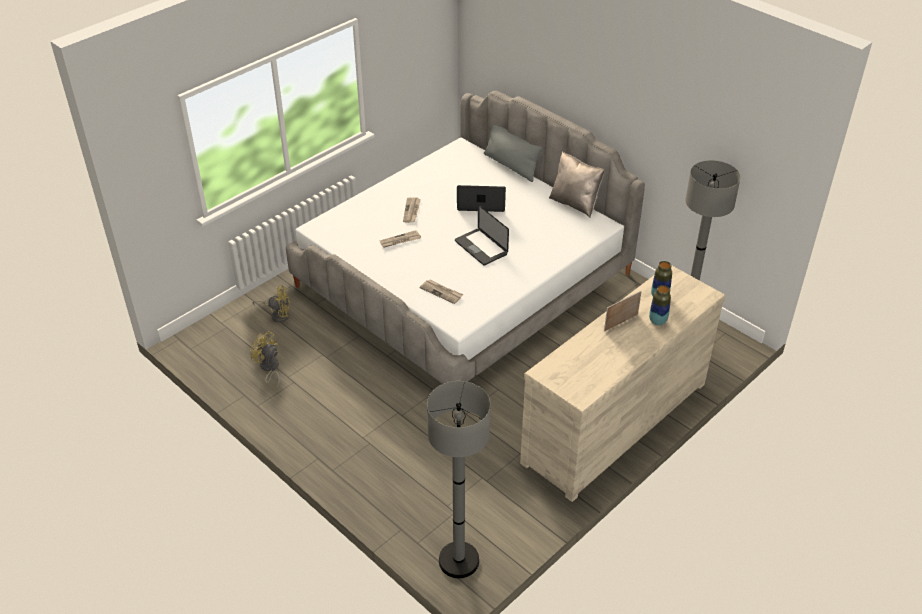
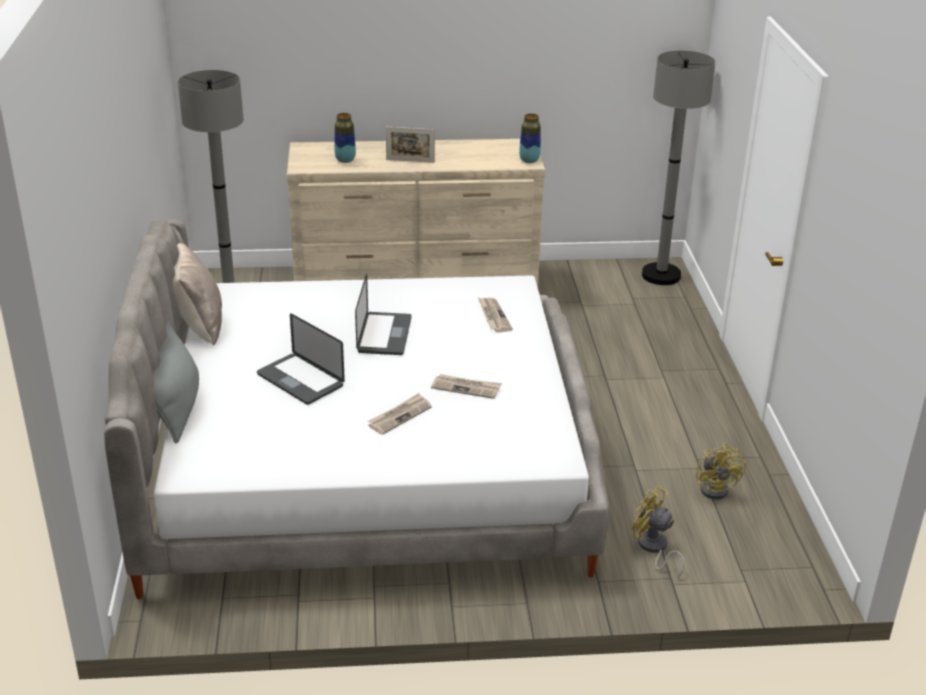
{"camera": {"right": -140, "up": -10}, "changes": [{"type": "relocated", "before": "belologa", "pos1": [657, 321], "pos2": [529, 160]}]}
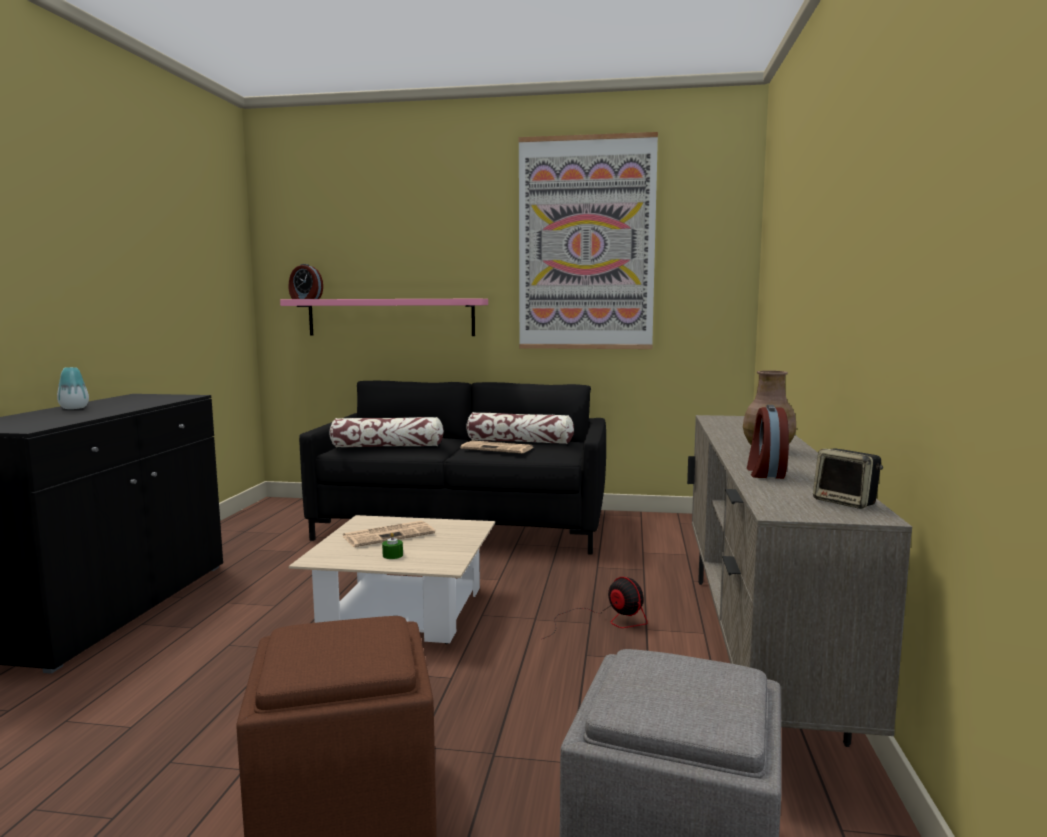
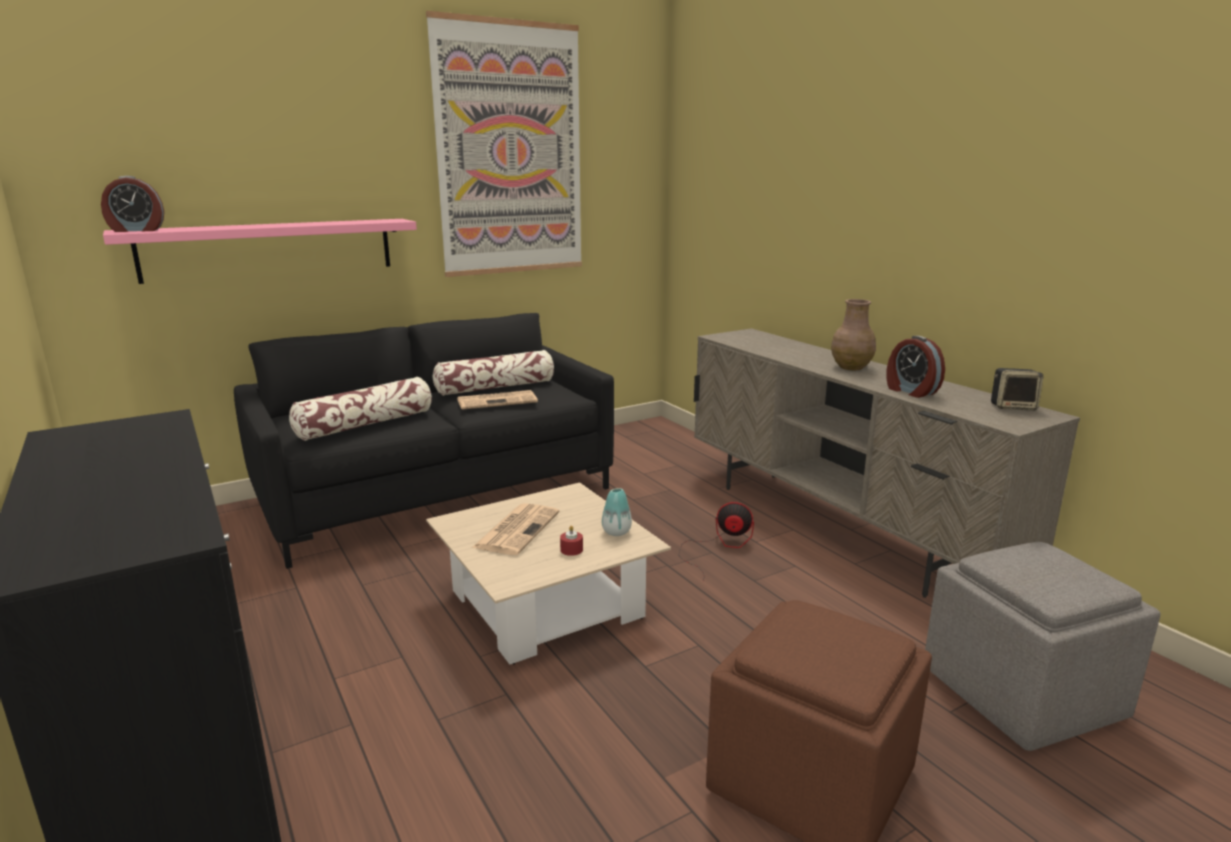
{"camera": {"right": -40, "up": 10}, "changes": [{"type": "relocated", "before": "belologa", "pos1": [74, 408], "pos2": [616, 532]}, {"type": "colour", "before": "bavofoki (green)", "after": "bavofoki (red)", "pos1": [392, 555], "pos2": [571, 550]}]}
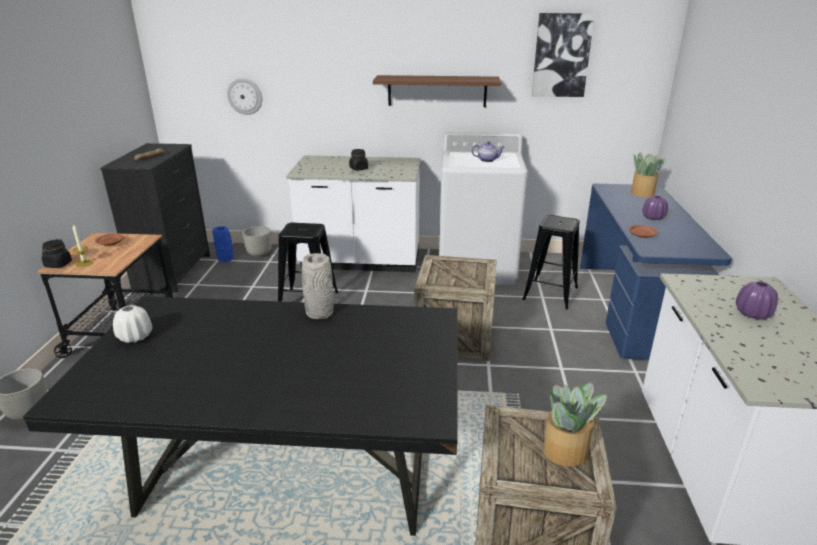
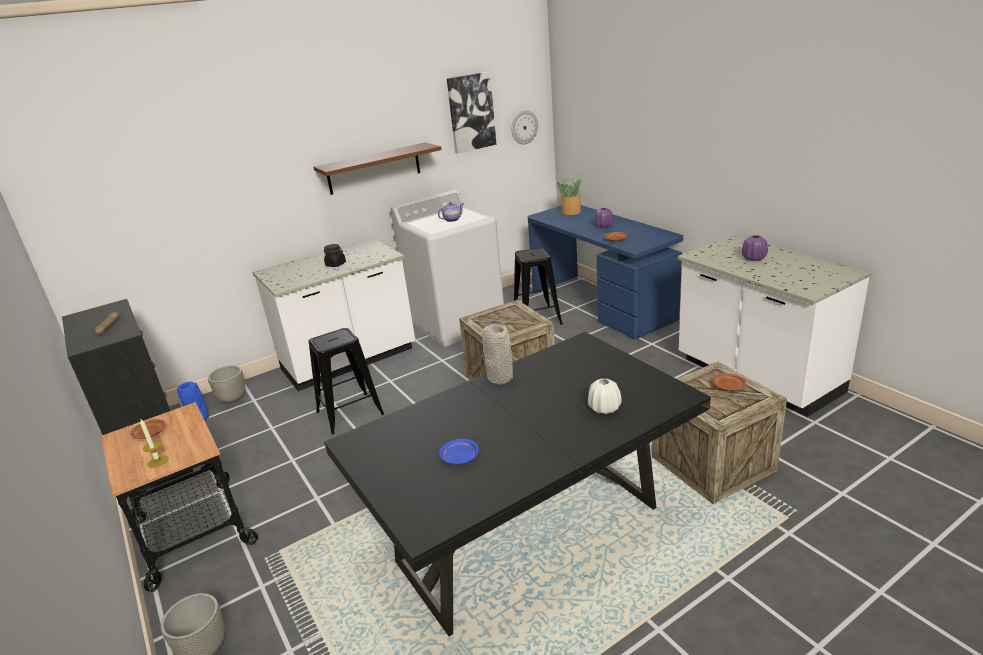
{"camera": {"right": -35, "up": 0}, "changes": [{"type": "missing", "before": "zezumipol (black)", "pos1": [58, 264]}, {"type": "appeared", "after": "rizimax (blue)", "pos2": [459, 458]}, {"type": "relocated", "before": "belologa (white)", "pos1": [135, 337], "pos2": [604, 408]}, {"type": "relocated", "before": "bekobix", "pos1": [245, 96], "pos2": [524, 127]}, {"type": "exchanged", "before": "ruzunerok", "after": "rizimax (brown)", "pos1": [566, 451], "pos2": [729, 387]}]}
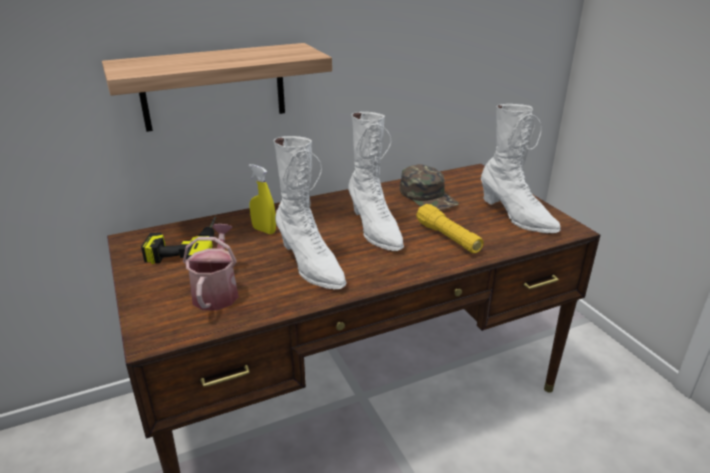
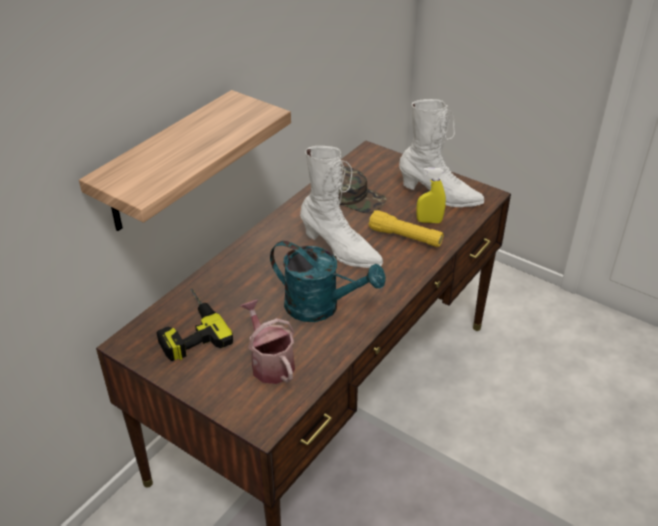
{"camera": {"right": -30, "up": 10}, "changes": [{"type": "relocated", "before": "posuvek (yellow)", "pos1": [264, 230], "pos2": [429, 221]}, {"type": "exchanged", "before": "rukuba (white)", "after": "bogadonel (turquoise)", "pos1": [310, 266], "pos2": [321, 307]}]}
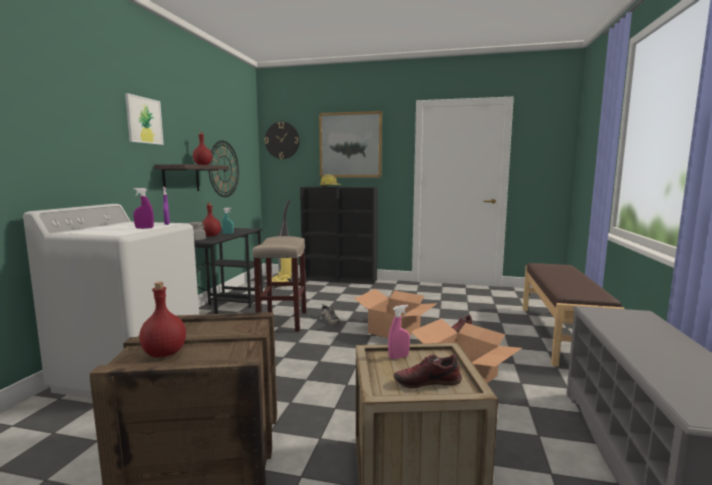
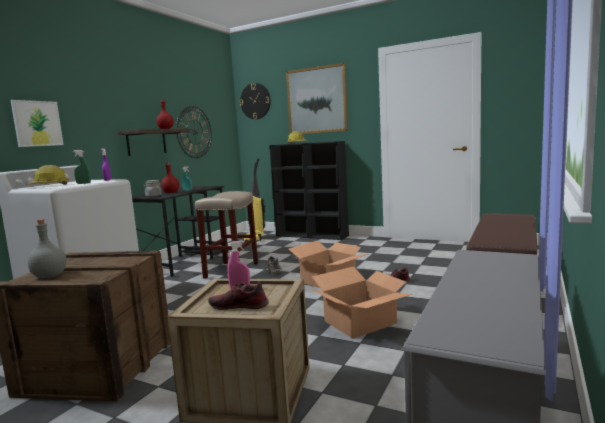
{"camera": {"right": 15, "up": 0}, "changes": [{"type": "appeared", "after": "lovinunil", "pos2": [49, 185]}, {"type": "relocated", "before": "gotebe", "pos1": [144, 120], "pos2": [37, 123]}, {"type": "colour", "before": "posuvek (purple)", "after": "posuvek (green)", "pos1": [144, 228], "pos2": [83, 183]}, {"type": "colour", "before": "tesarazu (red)", "after": "tesarazu (grey)", "pos1": [164, 354], "pos2": [49, 276]}]}
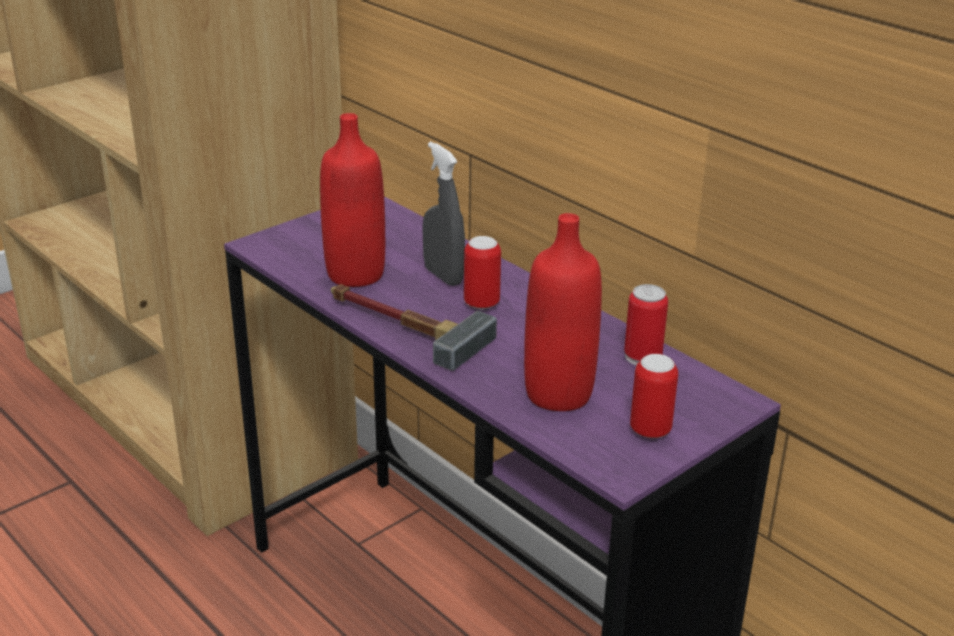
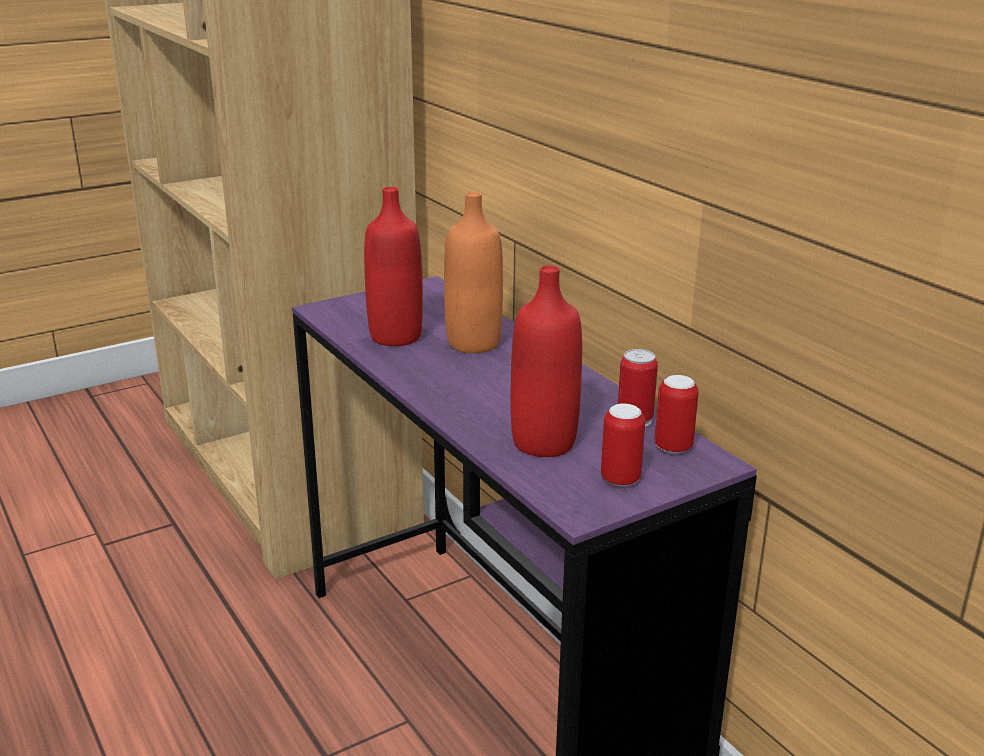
{"camera": {"right": 10, "up": -5}, "changes": [{"type": "missing", "before": "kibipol", "pos1": [401, 326]}, {"type": "relocated", "before": "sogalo", "pos1": [481, 303], "pos2": [673, 447]}, {"type": "exchanged", "before": "posuvek (grey)", "after": "tesarazu (orange)", "pos1": [443, 276], "pos2": [473, 343]}]}
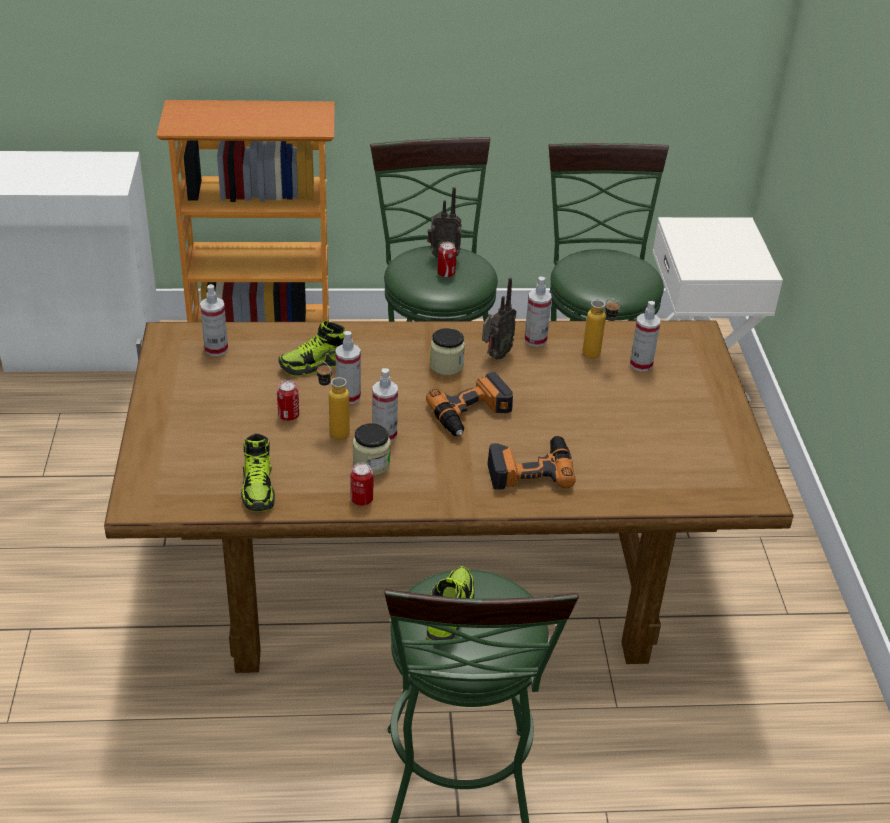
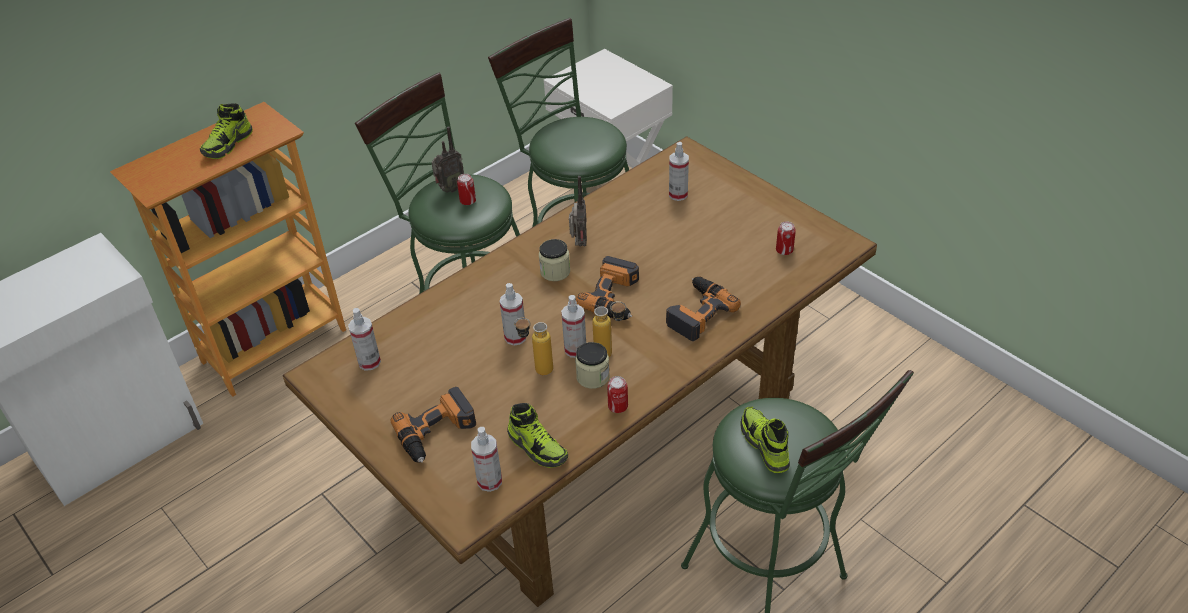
{"camera": {"right": -35, "up": 5}, "changes": [{"type": "appeared", "after": "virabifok", "pos2": [437, 432]}, {"type": "relocated", "before": "sogalo", "pos1": [288, 415], "pos2": [784, 250]}, {"type": "relocated", "before": "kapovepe", "pos1": [316, 365], "pos2": [228, 144]}, {"type": "relocated", "before": "posuvek", "pos1": [535, 340], "pos2": [489, 481]}, {"type": "relocated", "before": "tesarazu", "pos1": [597, 357], "pos2": [610, 354]}]}
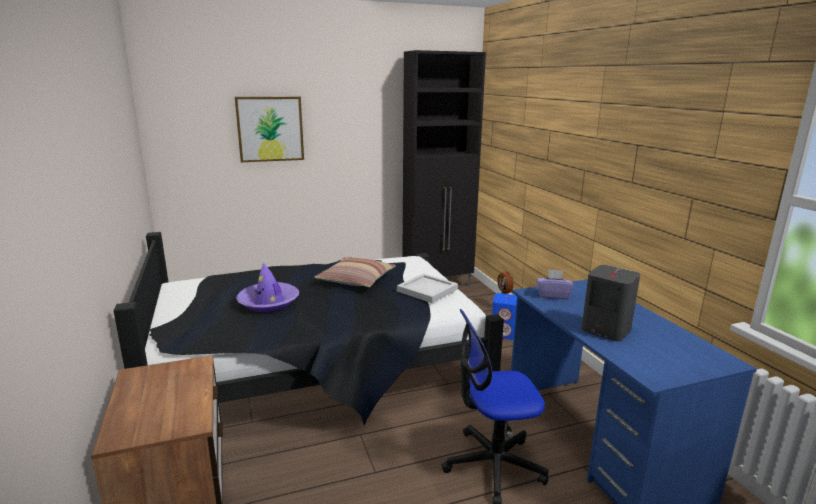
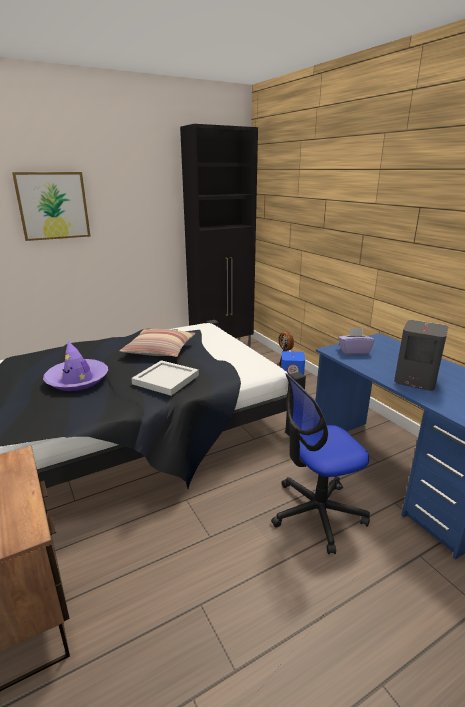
{"camera": {"right": -10, "up": 5}, "changes": [{"type": "relocated", "before": "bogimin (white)", "pos1": [427, 289], "pos2": [166, 379]}]}
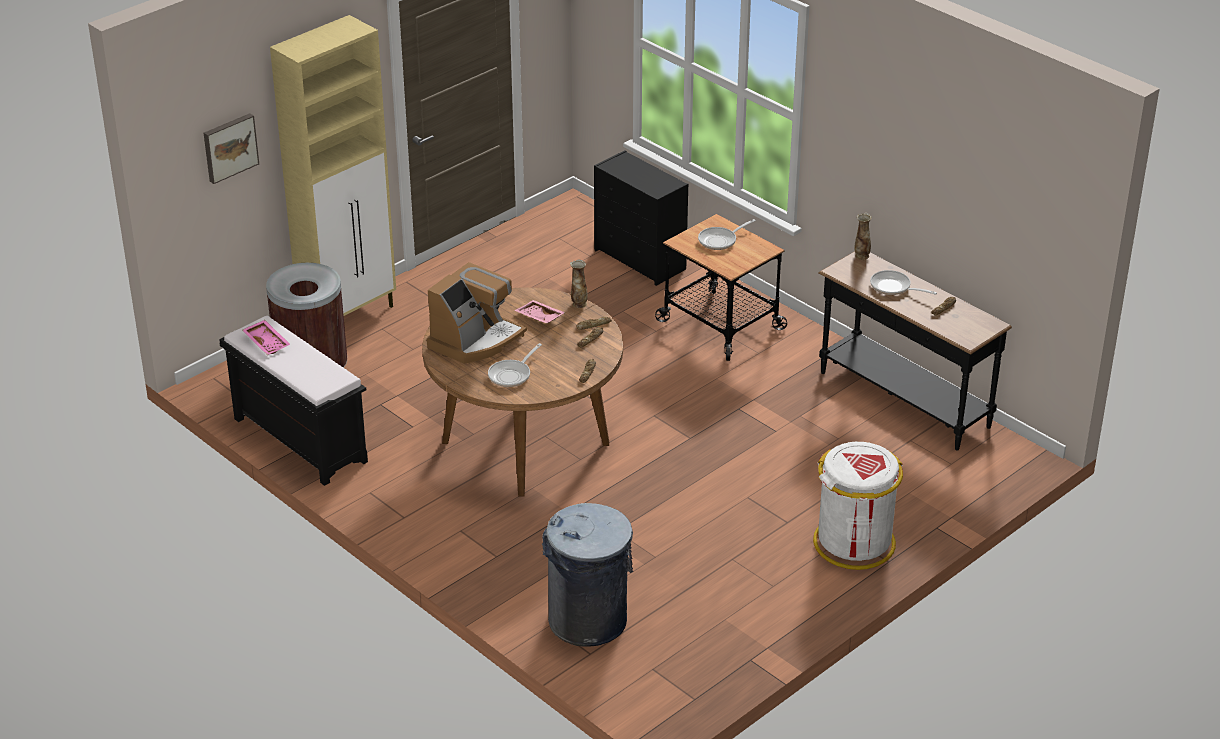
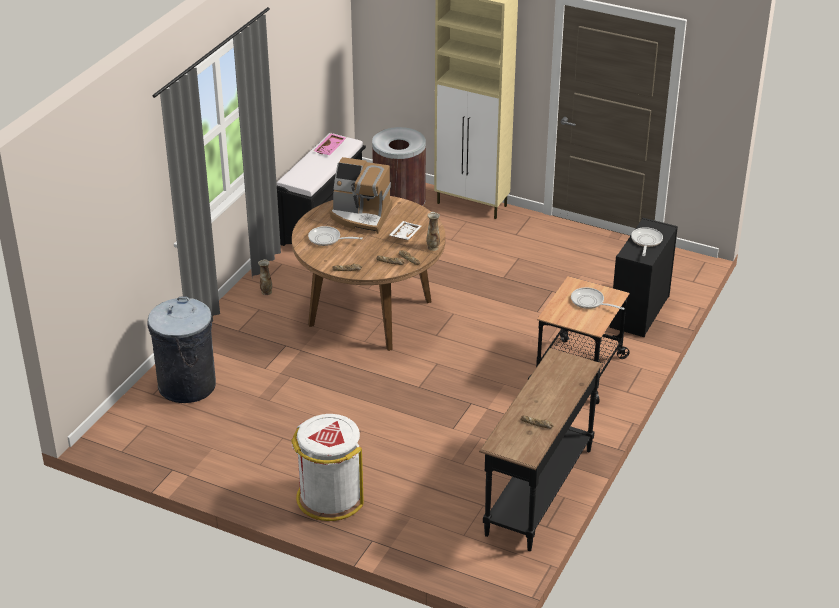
{"camera": {"right": 70, "up": 0}, "changes": [{"type": "missing", "before": "gotebe", "pos1": [229, 147]}, {"type": "relocated", "before": "belologa", "pos1": [861, 256], "pos2": [266, 292]}, {"type": "relocated", "before": "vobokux", "pos1": [893, 287], "pos2": [646, 241]}, {"type": "colour", "before": "bogimin (pink)", "after": "bogimin (white)", "pos1": [539, 317], "pos2": [404, 234]}]}
